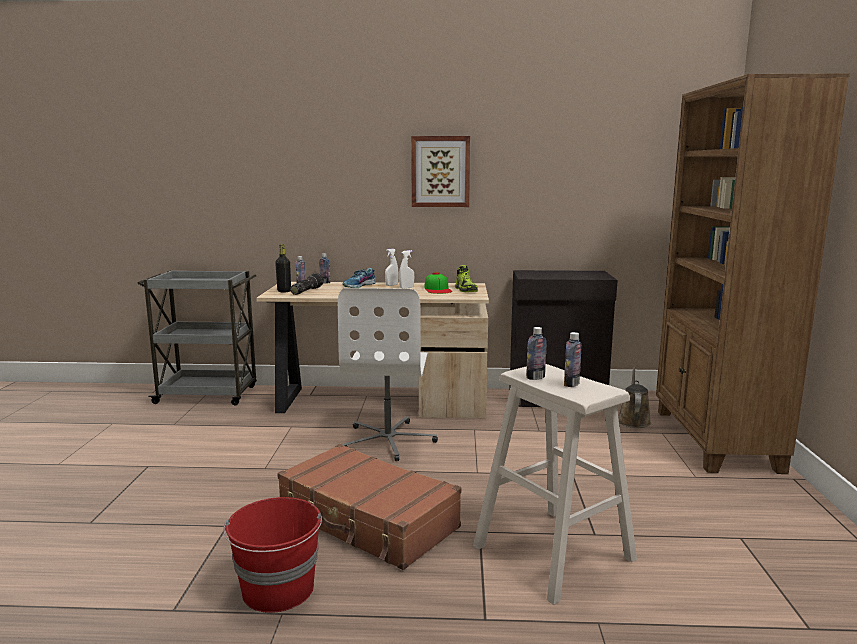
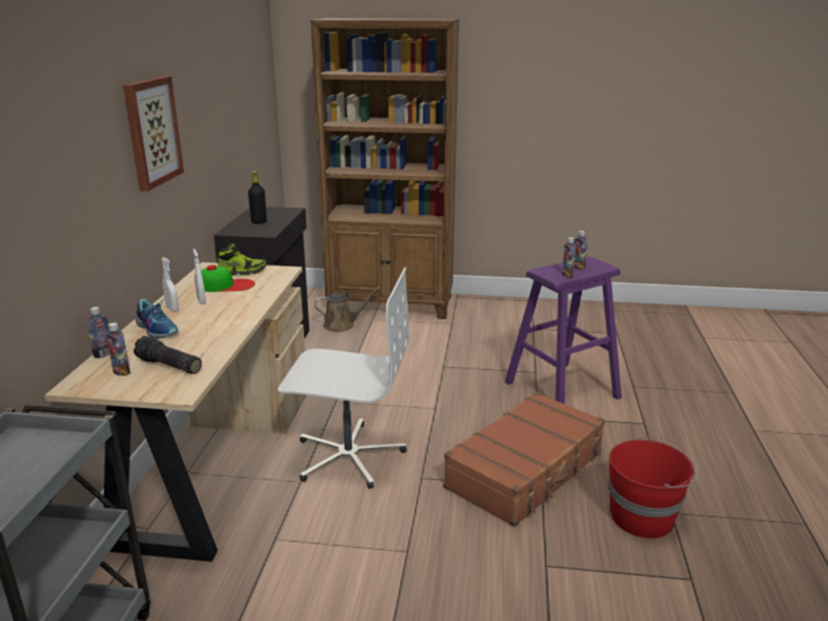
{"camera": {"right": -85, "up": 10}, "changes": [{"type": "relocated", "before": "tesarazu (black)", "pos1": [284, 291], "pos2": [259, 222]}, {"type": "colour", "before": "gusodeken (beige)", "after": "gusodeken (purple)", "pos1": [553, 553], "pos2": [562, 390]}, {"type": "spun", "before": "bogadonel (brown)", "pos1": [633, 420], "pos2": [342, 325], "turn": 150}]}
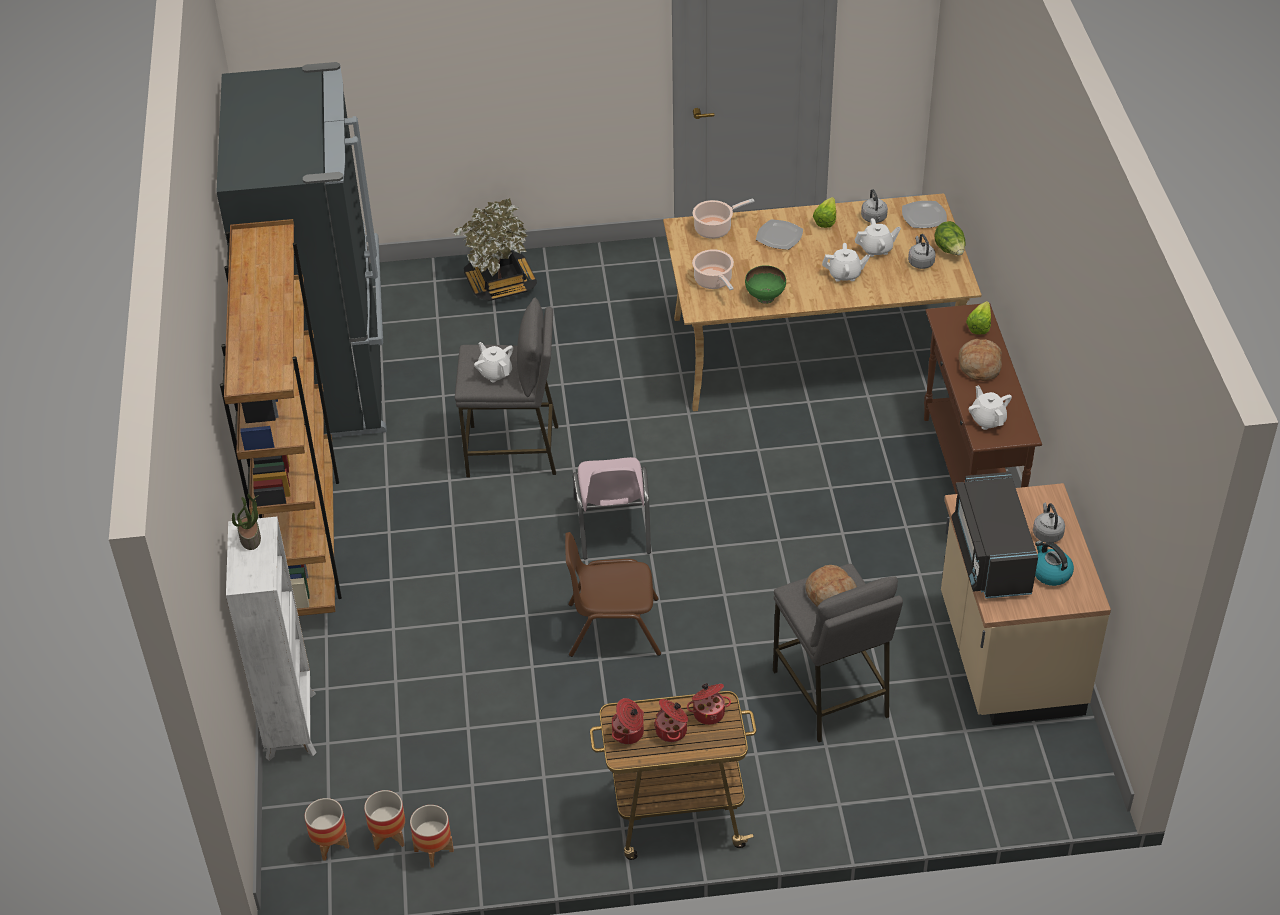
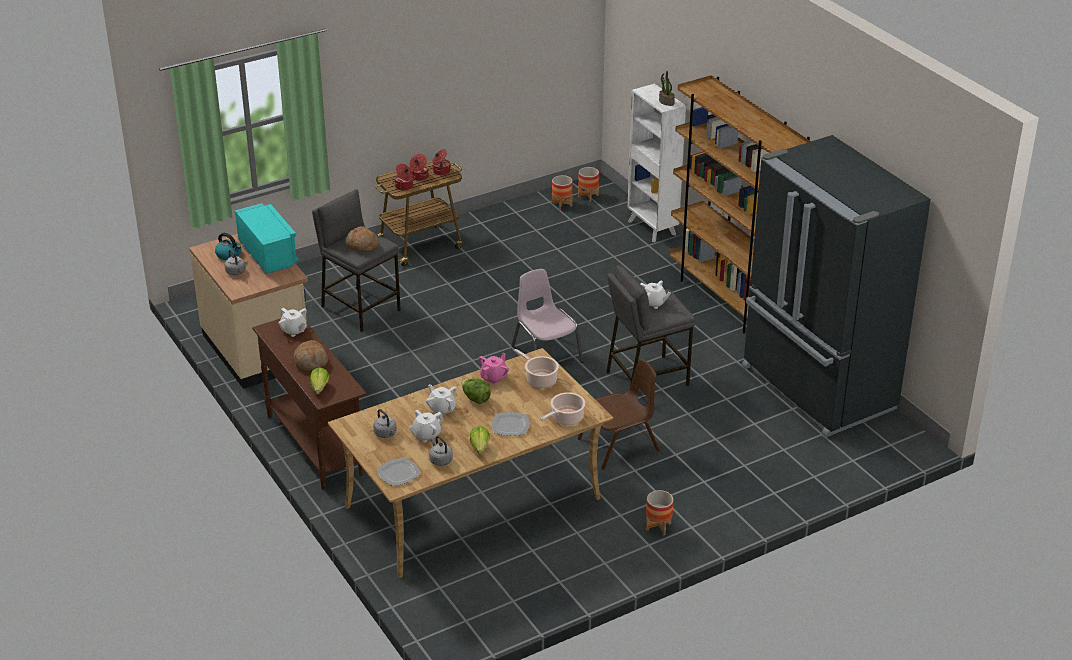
{"camera": {"right": 155, "up": -10}, "changes": [{"type": "missing", "before": "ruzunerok", "pos1": [500, 284]}, {"type": "relocated", "before": "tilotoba", "pos1": [434, 850], "pos2": [658, 527]}, {"type": "relocated", "before": "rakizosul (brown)", "pos1": [613, 628], "pos2": [619, 445]}, {"type": "relocated", "before": "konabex", "pos1": [950, 250], "pos2": [475, 399]}, {"type": "exchanged", "before": "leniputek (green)", "after": "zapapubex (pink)", "pos1": [765, 297], "pos2": [494, 378]}, {"type": "colour", "before": "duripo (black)", "after": "duripo (turquoise)", "pos1": [991, 556], "pos2": [268, 254]}, {"type": "spun", "before": "zapapubex (white)", "pos1": [845, 274], "pos2": [442, 409], "turn": 75}]}
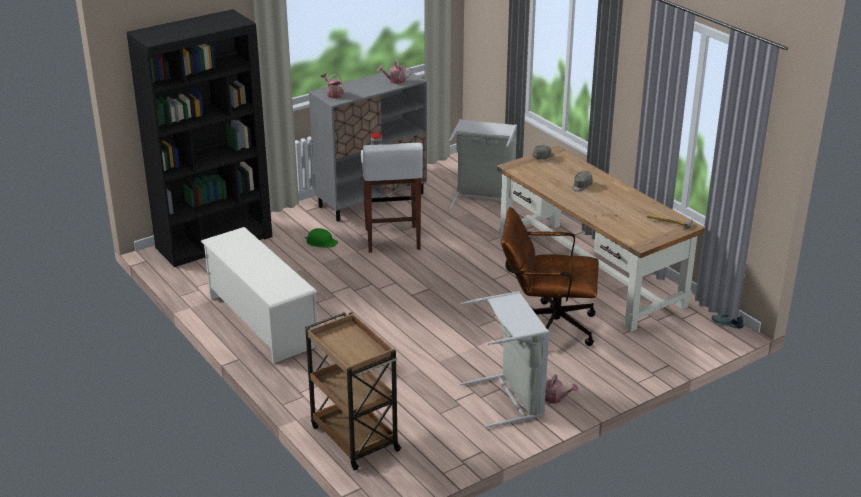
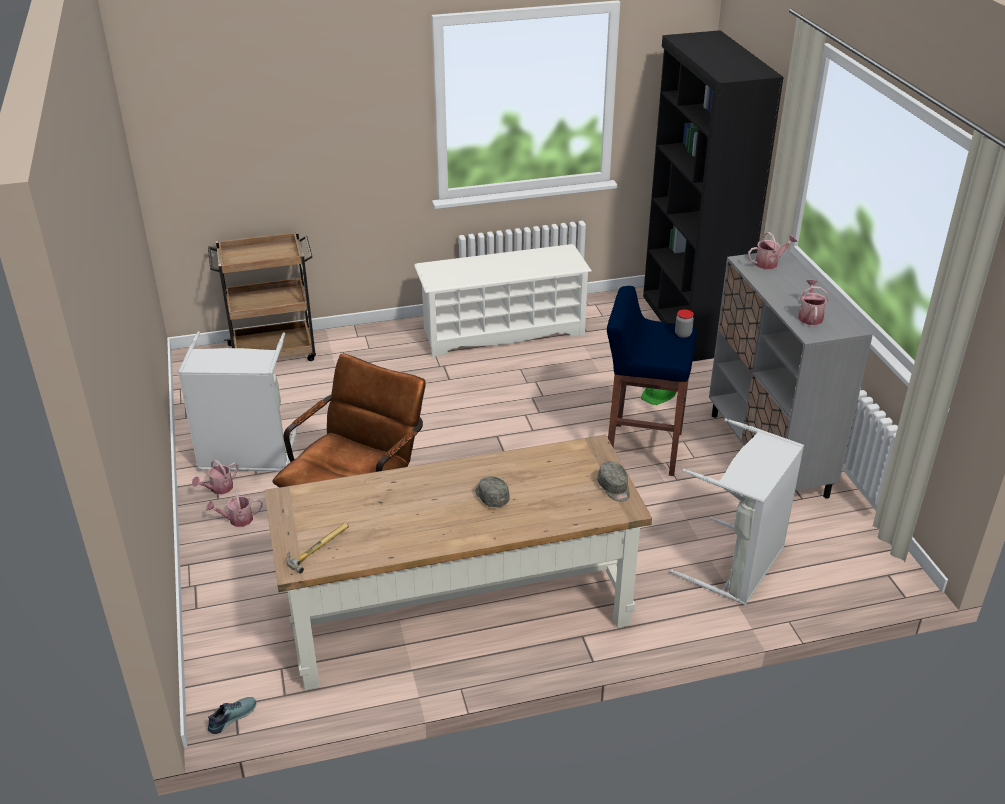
{"camera": {"right": 110, "up": 5}, "changes": [{"type": "appeared", "after": "bogadonel", "pos2": [237, 520]}, {"type": "colour", "before": "gusodeken (white)", "after": "gusodeken (blue)", "pos1": [392, 240], "pos2": [642, 449]}]}
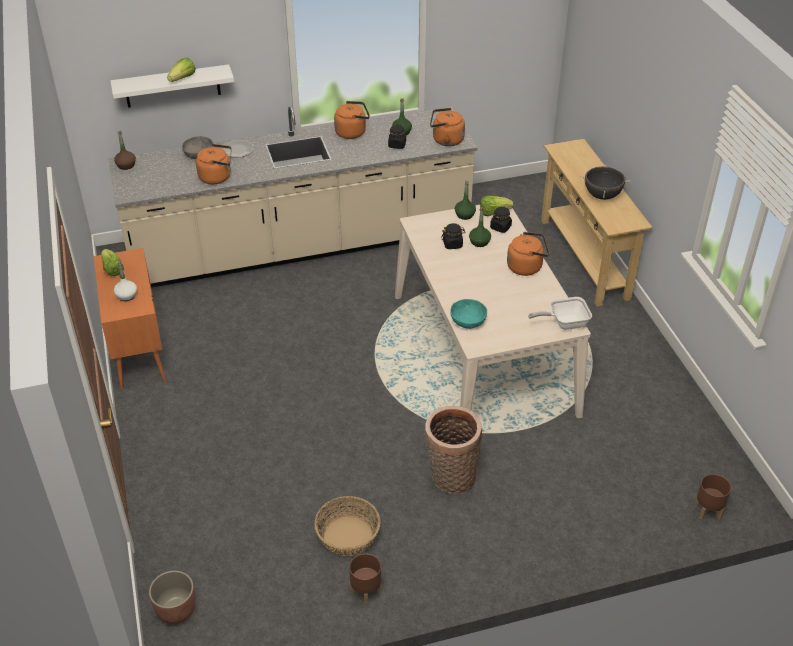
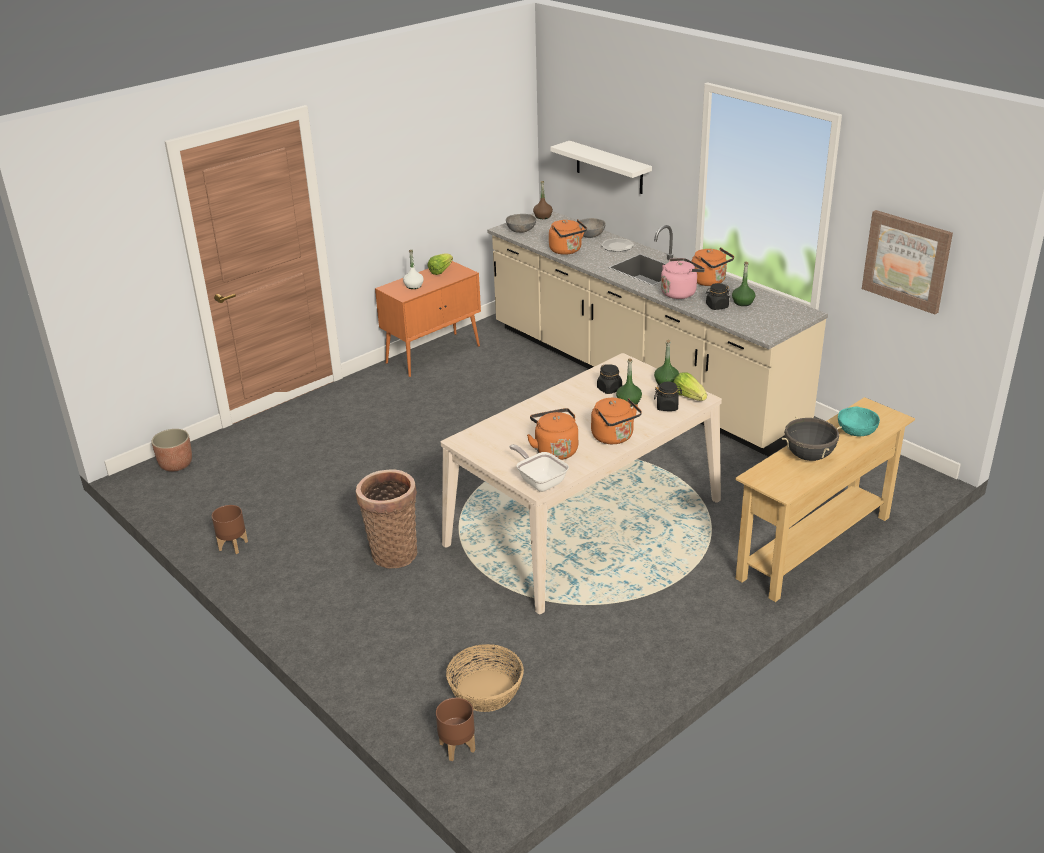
{"camera": {"right": 65, "up": -10}, "changes": [{"type": "missing", "before": "konabex", "pos1": [183, 79]}, {"type": "appeared", "after": "leniputek (grey)", "pos2": [521, 230]}, {"type": "appeared", "after": "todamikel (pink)", "pos2": [680, 293]}, {"type": "appeared", "after": "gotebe", "pos2": [907, 261]}, {"type": "relocated", "before": "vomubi", "pos1": [348, 536], "pos2": [486, 691]}, {"type": "relocated", "before": "todamikel (orange)", "pos1": [445, 140], "pos2": [555, 450]}, {"type": "relocated", "before": "leniputek (turquoise)", "pos1": [468, 321], "pos2": [856, 431]}]}
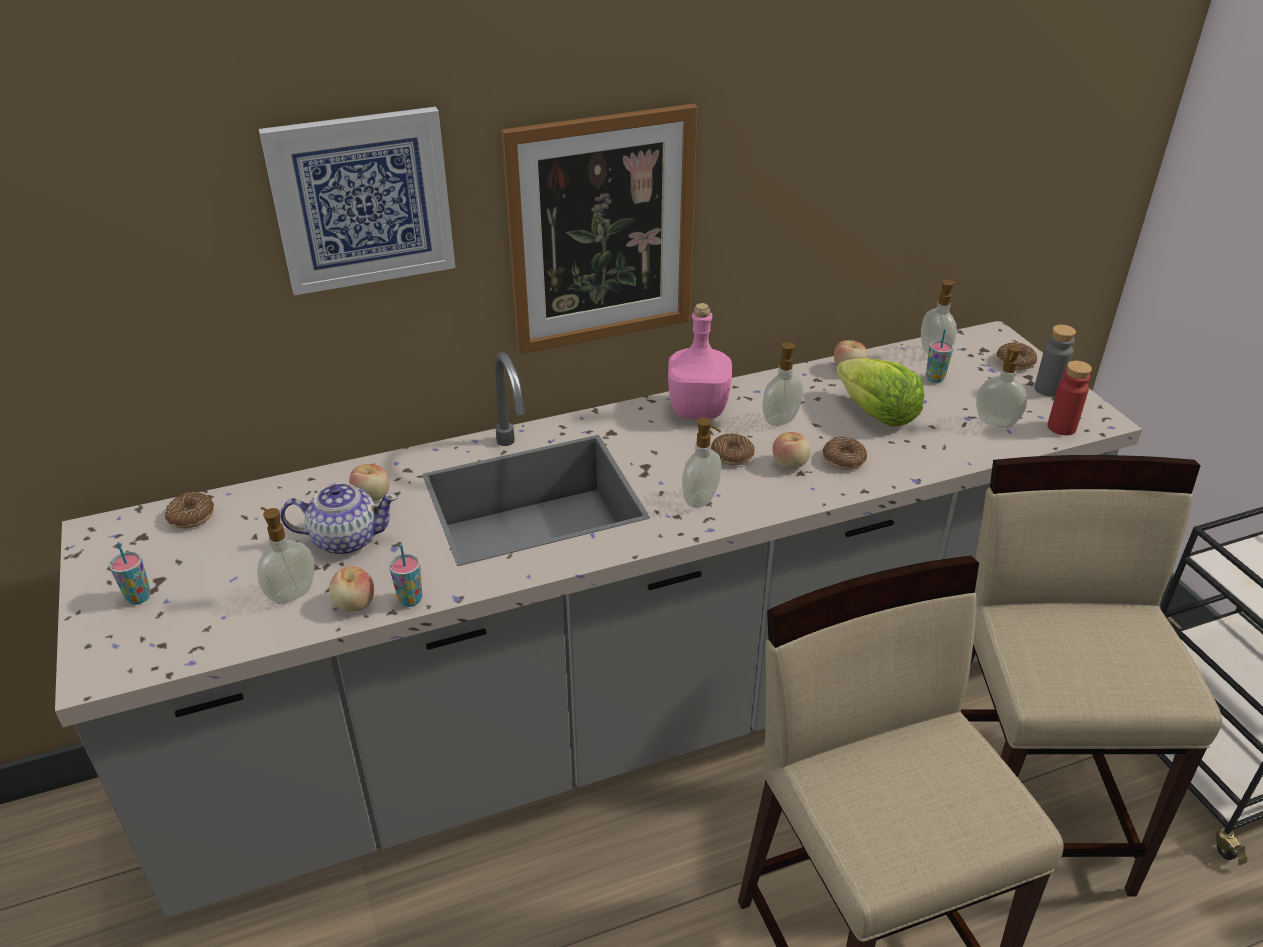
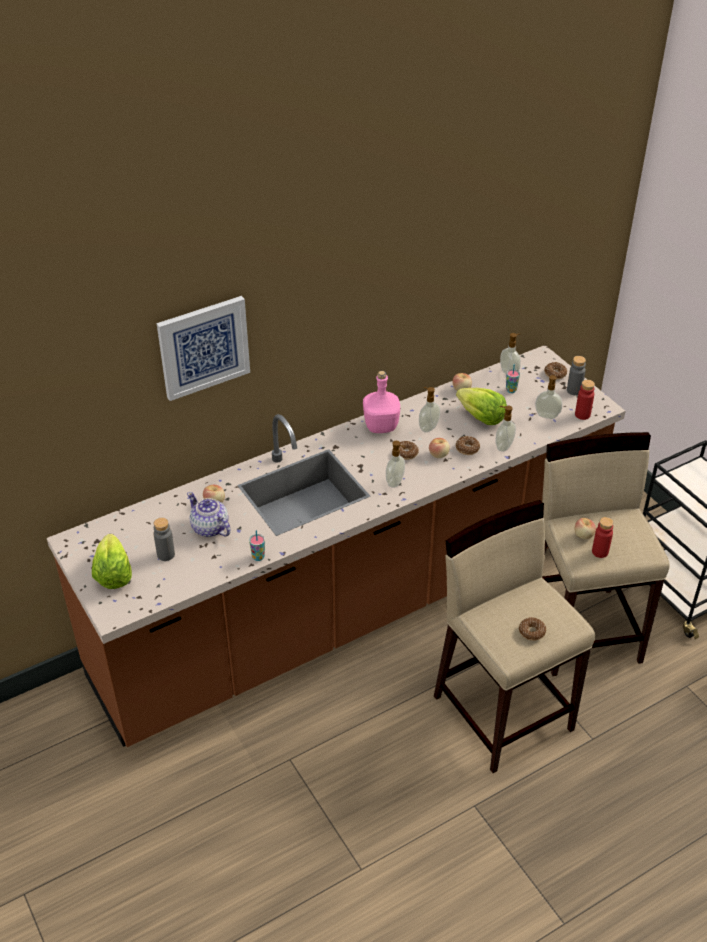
{"camera": {"right": -10, "up": 5}, "changes": [{"type": "missing", "before": "gotebe", "pos1": [602, 231]}, {"type": "appeared", "after": "tesarazu (grey)", "pos2": [166, 554]}, {"type": "appeared", "after": "tesarazu (red)", "pos2": [600, 552]}, {"type": "relocated", "before": "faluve", "pos1": [191, 516], "pos2": [532, 632]}, {"type": "relocated", "before": "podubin", "pos1": [291, 593], "pos2": [503, 446]}, {"type": "relocated", "before": "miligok", "pos1": [355, 604], "pos2": [583, 535]}, {"type": "exchanged", "before": "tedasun", "after": "konabex", "pos1": [138, 597], "pos2": [113, 574]}, {"type": "colour", "before": "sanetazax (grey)", "after": "sanetazax (brown)", "pos1": [631, 717], "pos2": [353, 606]}, {"type": "spun", "before": "zapapubex", "pos1": [345, 539], "pos2": [210, 528], "turn": -120}]}
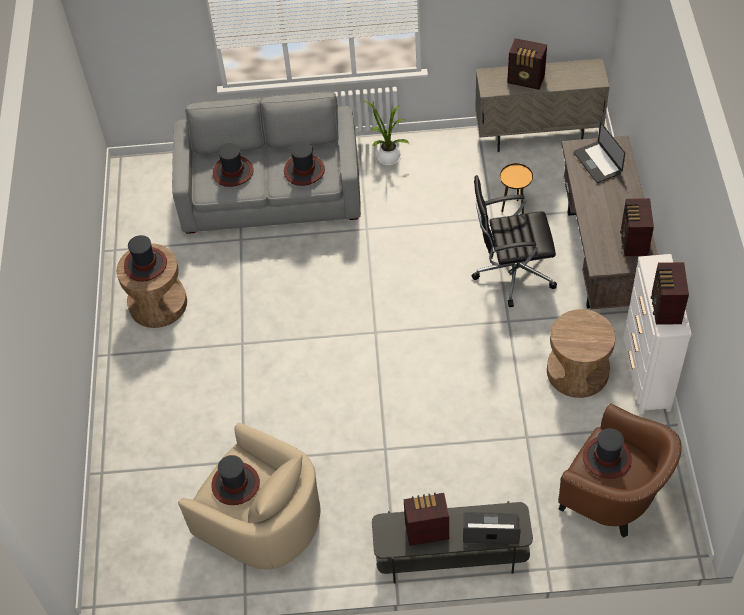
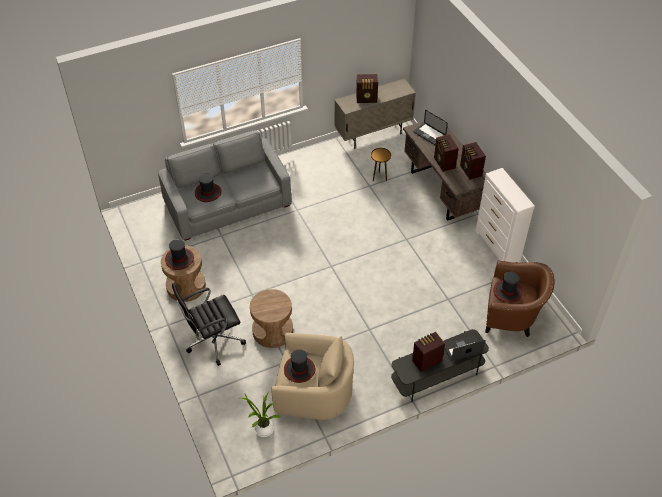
{"camera": {"right": -25, "up": -5}, "changes": [{"type": "missing", "before": "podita", "pos1": [304, 170]}, {"type": "relocated", "before": "ruzunerok", "pos1": [387, 157], "pos2": [262, 429]}, {"type": "relocated", "before": "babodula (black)", "pos1": [511, 273], "pos2": [213, 341]}, {"type": "relocated", "before": "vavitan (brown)", "pos1": [577, 371], "pos2": [273, 331]}, {"type": "relocated", "before": "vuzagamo", "pos1": [665, 309], "pos2": [444, 163]}]}
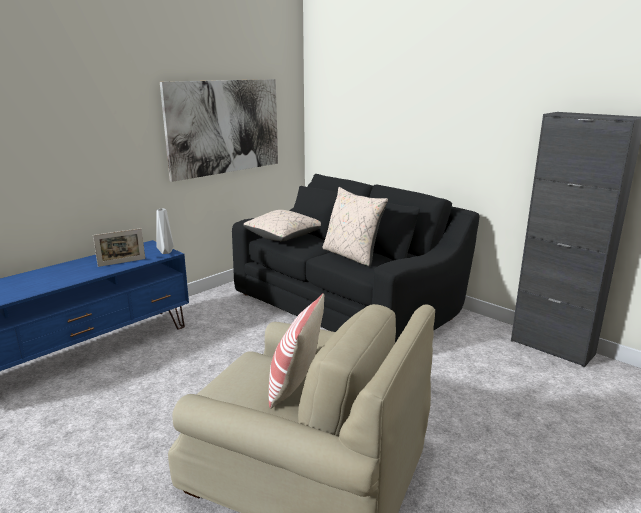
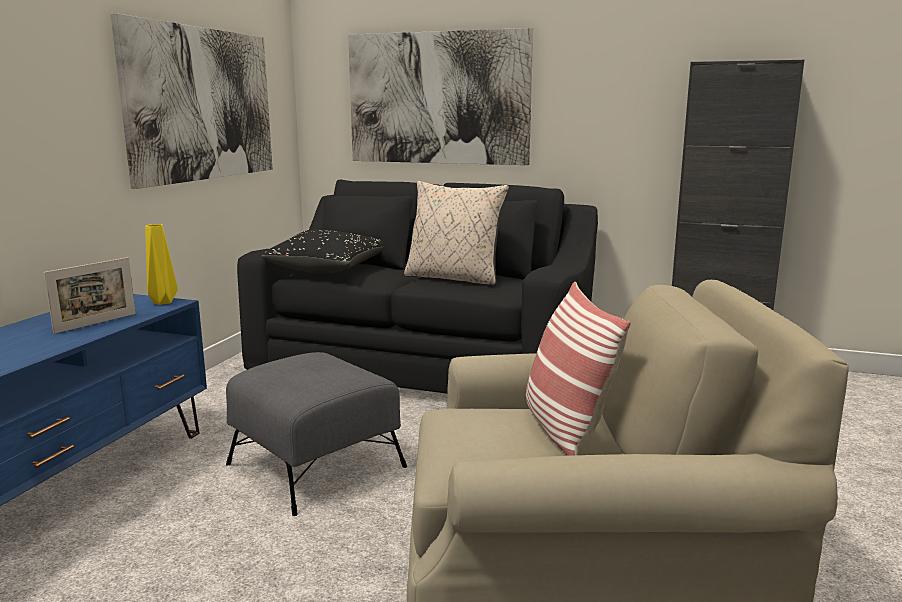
{"camera": {"right": -25, "up": -5}, "changes": [{"type": "appeared", "after": "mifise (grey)", "pos2": [316, 466]}, {"type": "appeared", "after": "gotebe", "pos2": [438, 98]}, {"type": "colour", "before": "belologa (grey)", "after": "belologa (yellow)", "pos1": [165, 252], "pos2": [161, 302]}, {"type": "colour", "before": "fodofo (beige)", "after": "fodofo (black)", "pos1": [285, 236], "pos2": [329, 269]}]}
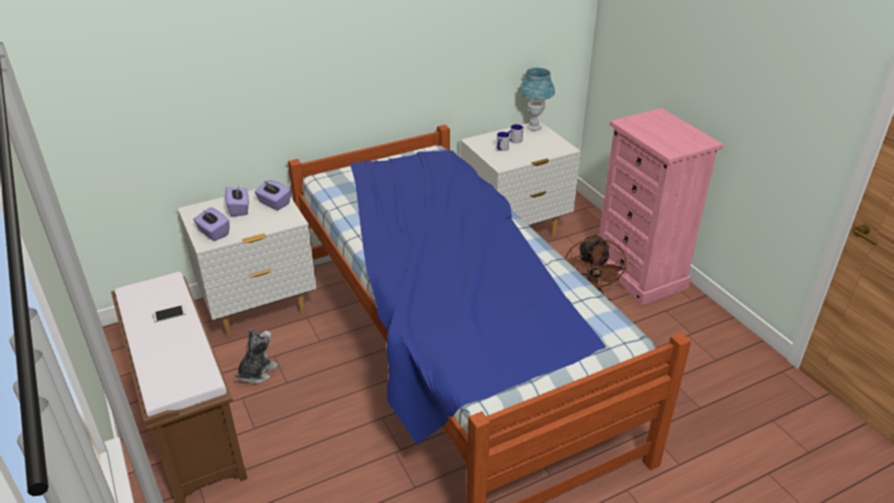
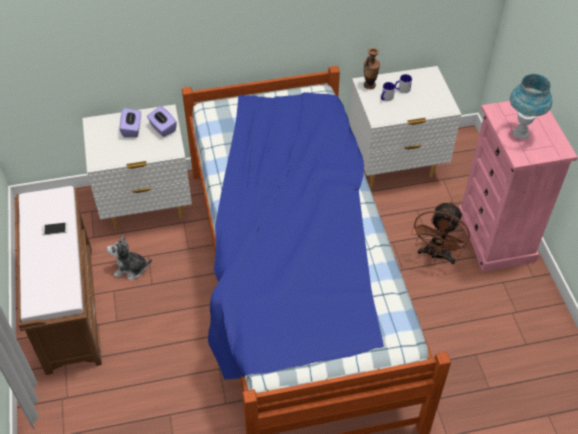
{"camera": {"right": 15, "up": 15}, "changes": [{"type": "missing", "before": "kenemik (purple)", "pos1": [213, 233]}, {"type": "appeared", "after": "belologa", "pos2": [369, 85]}, {"type": "relocated", "before": "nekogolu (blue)", "pos1": [534, 127], "pos2": [520, 134]}, {"type": "spun", "before": "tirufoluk", "pos1": [257, 372], "pos2": [130, 269], "turn": -135}]}
